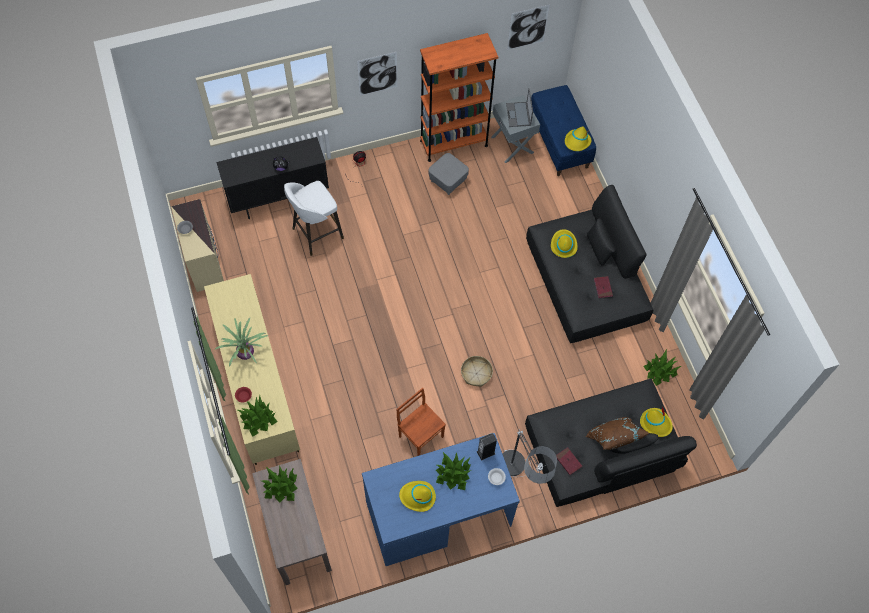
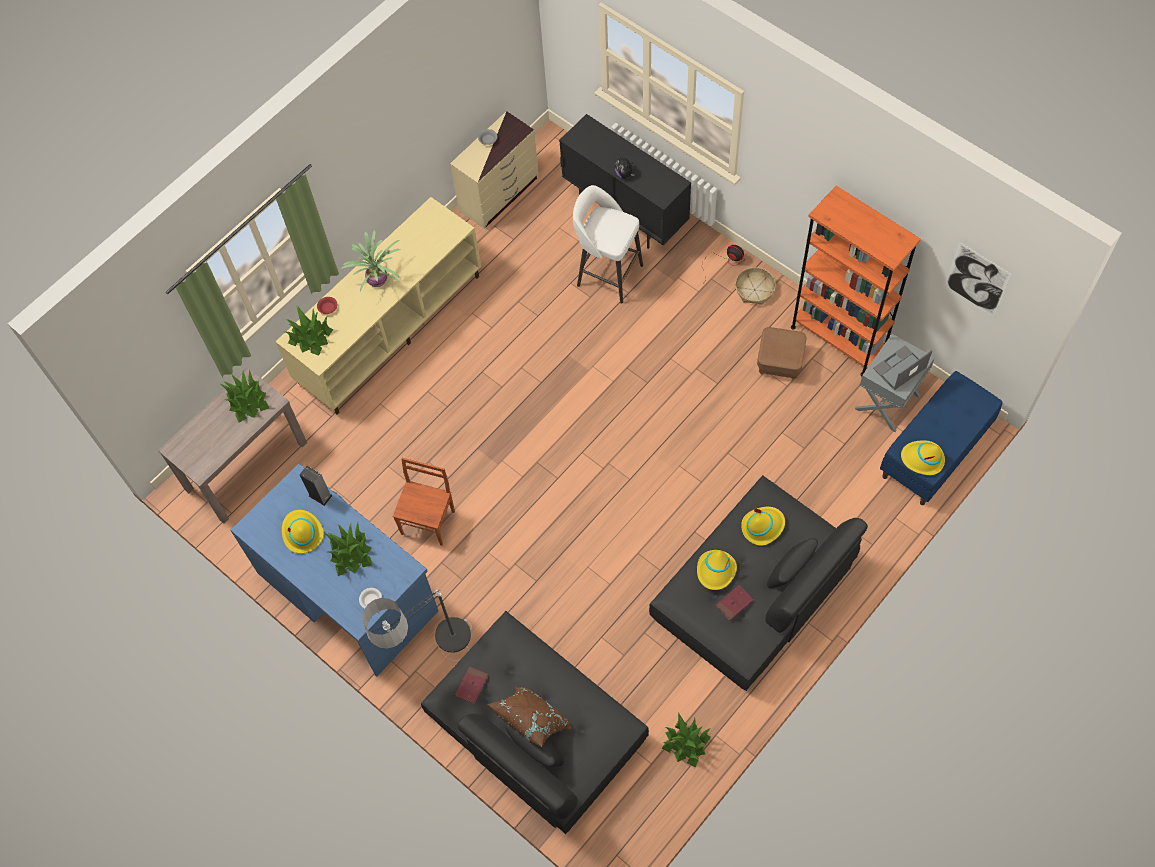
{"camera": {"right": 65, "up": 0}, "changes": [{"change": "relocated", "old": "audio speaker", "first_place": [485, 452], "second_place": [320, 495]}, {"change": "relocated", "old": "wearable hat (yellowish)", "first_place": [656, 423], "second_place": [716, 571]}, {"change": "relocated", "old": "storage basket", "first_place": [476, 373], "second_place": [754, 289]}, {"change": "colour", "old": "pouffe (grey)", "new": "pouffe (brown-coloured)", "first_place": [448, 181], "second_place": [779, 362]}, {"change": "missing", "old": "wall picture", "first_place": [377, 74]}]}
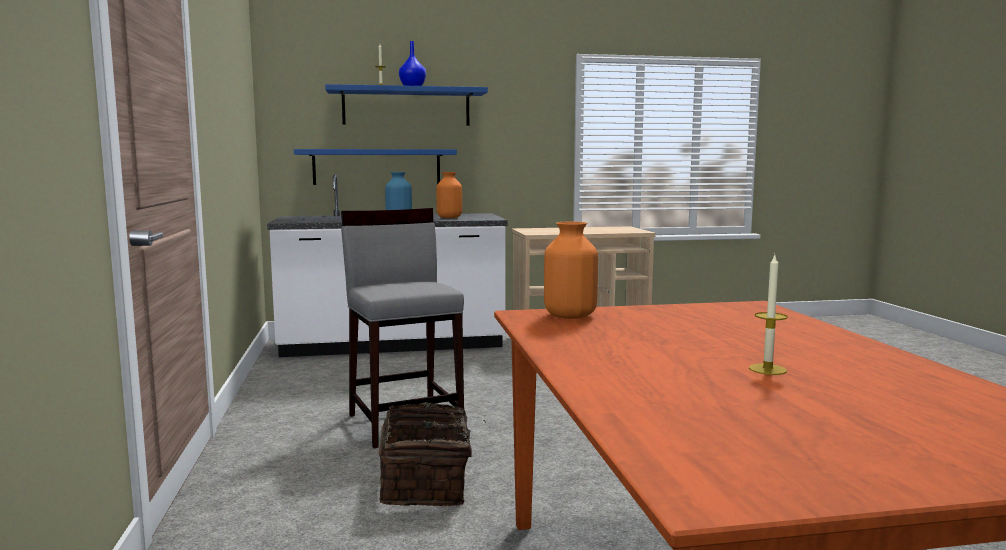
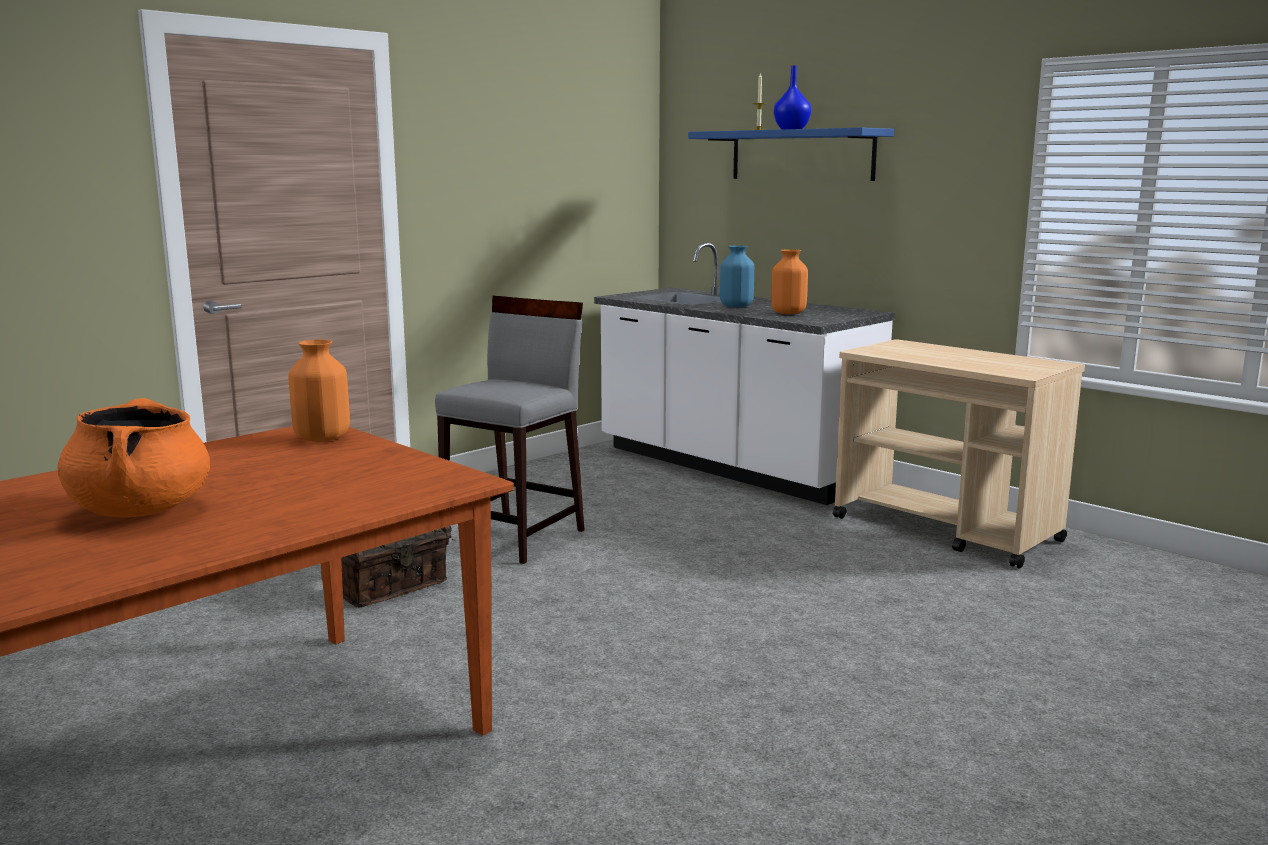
{"camera": {"right": 55, "up": 5}, "changes": [{"change": "exchanged", "old": "wax light", "new": "saucepot (orangey)", "first_place": [767, 369], "second_place": [141, 510]}, {"change": "missing", "old": "shelf (blue-coloured)", "first_place": [377, 167]}]}
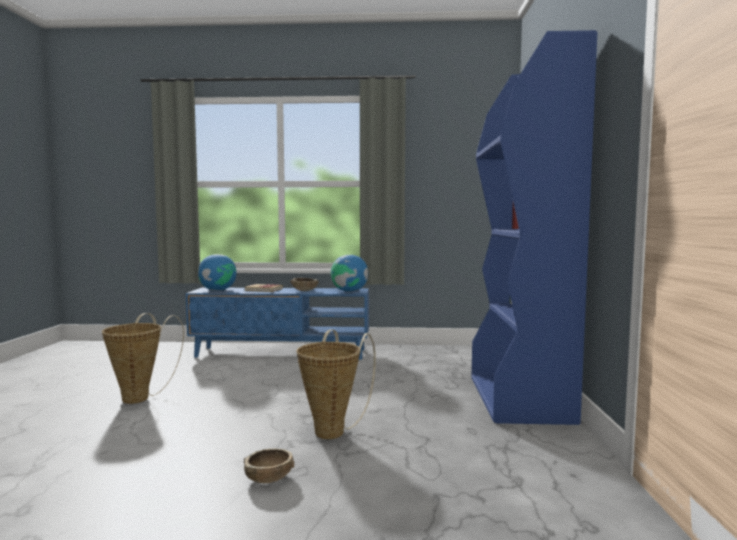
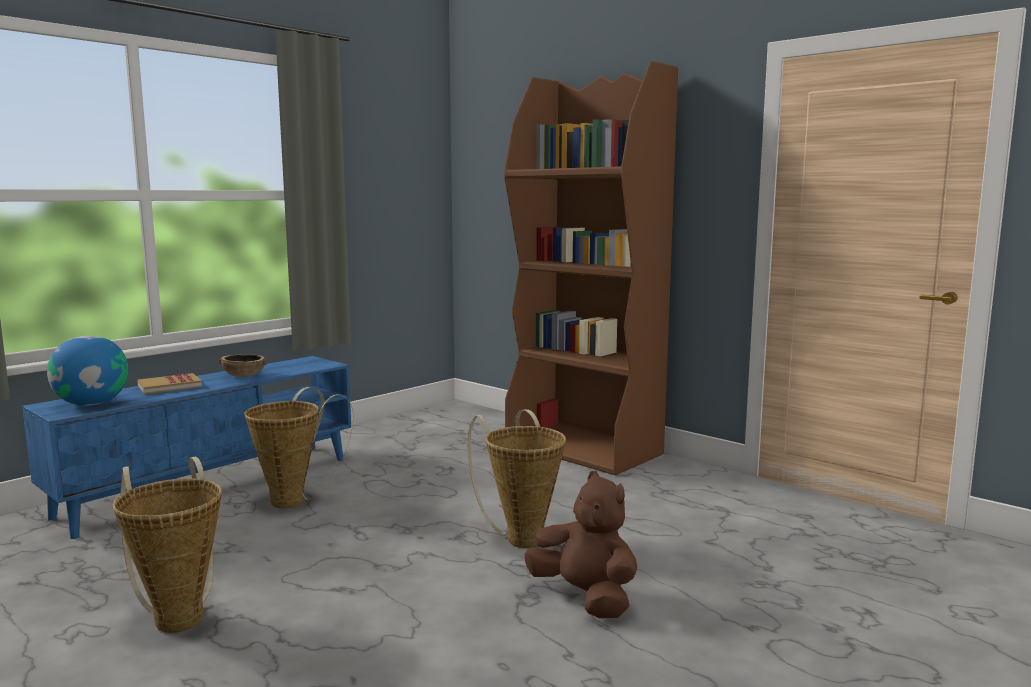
{"camera": {"right": -50, "up": 5}, "changes": [{"change": "appeared", "new": "storage basket", "second_place": [295, 500]}, {"change": "colour", "old": "bookcase (blue-coloured)", "new": "bookcase (brown-coloured)", "first_place": [520, 399], "second_place": [584, 449]}, {"change": "exchanged", "old": "serving bowl (brown-coloured)", "new": "cuddly toy (brown-coloured)", "first_place": [269, 478], "second_place": [585, 597]}, {"change": "missing", "old": "globe", "first_place": [349, 291]}]}
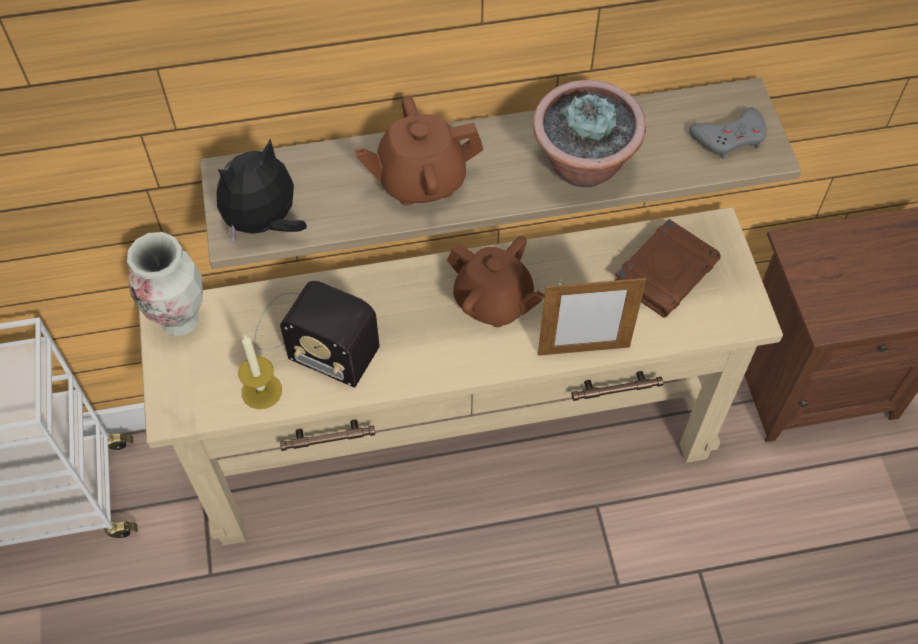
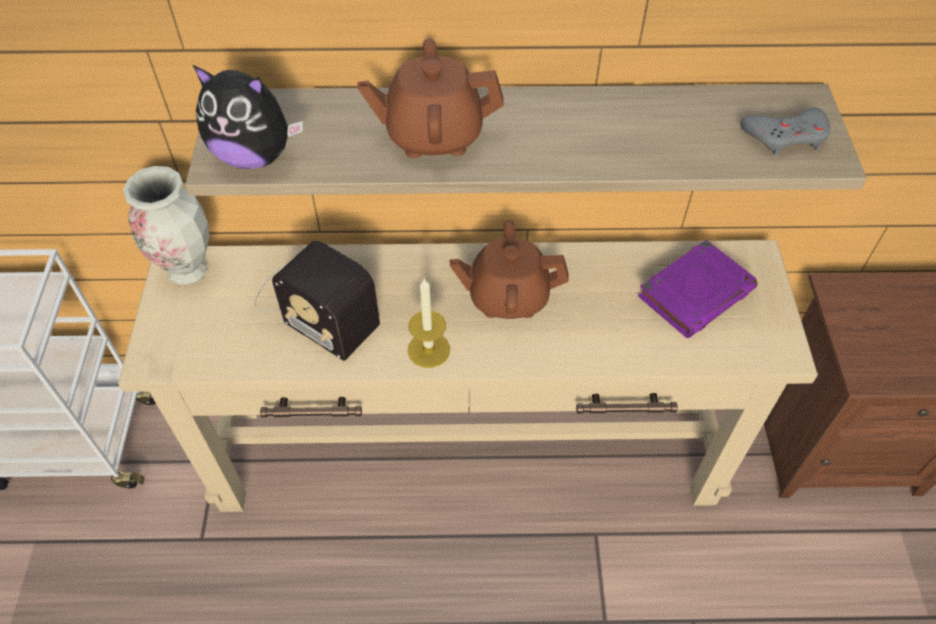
{"camera": {"right": 10, "up": -5}, "changes": [{"change": "spun", "old": "cuddly toy", "first_place": [264, 223], "second_place": [254, 156], "degrees": -135}, {"change": "relocated", "old": "wax light", "first_place": [261, 391], "second_place": [428, 350]}, {"change": "spun", "old": "tea pot (brown-coloured)", "first_place": [493, 302], "second_place": [507, 297], "degrees": 135}, {"change": "colour", "old": "book (brown-coloured)", "new": "book (purple)", "first_place": [666, 271], "second_place": [696, 293]}, {"change": "missing", "old": "plant in a pot", "first_place": [583, 166]}, {"change": "missing", "old": "photo frame", "first_place": [583, 350]}]}
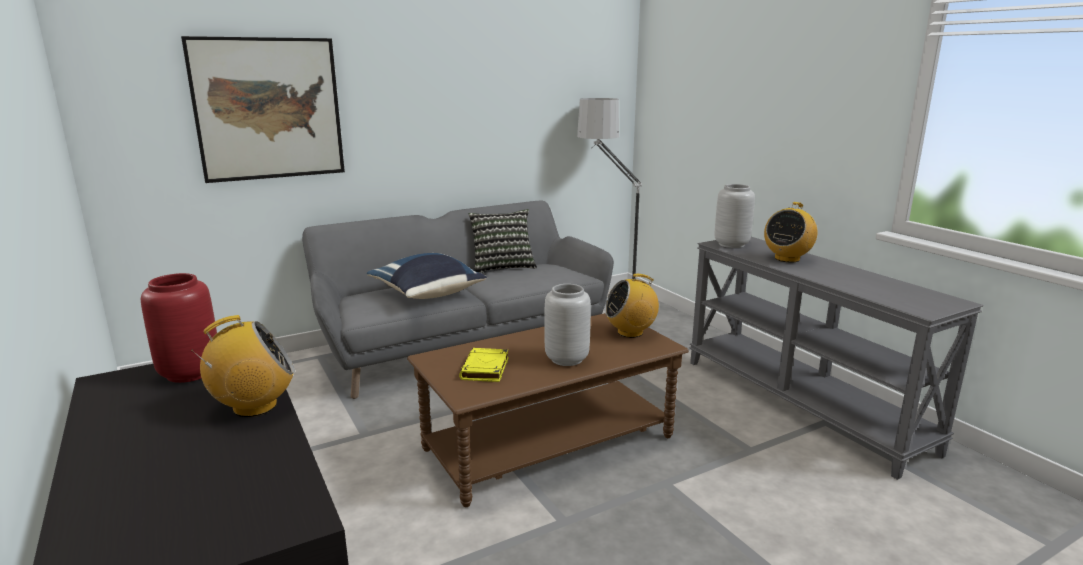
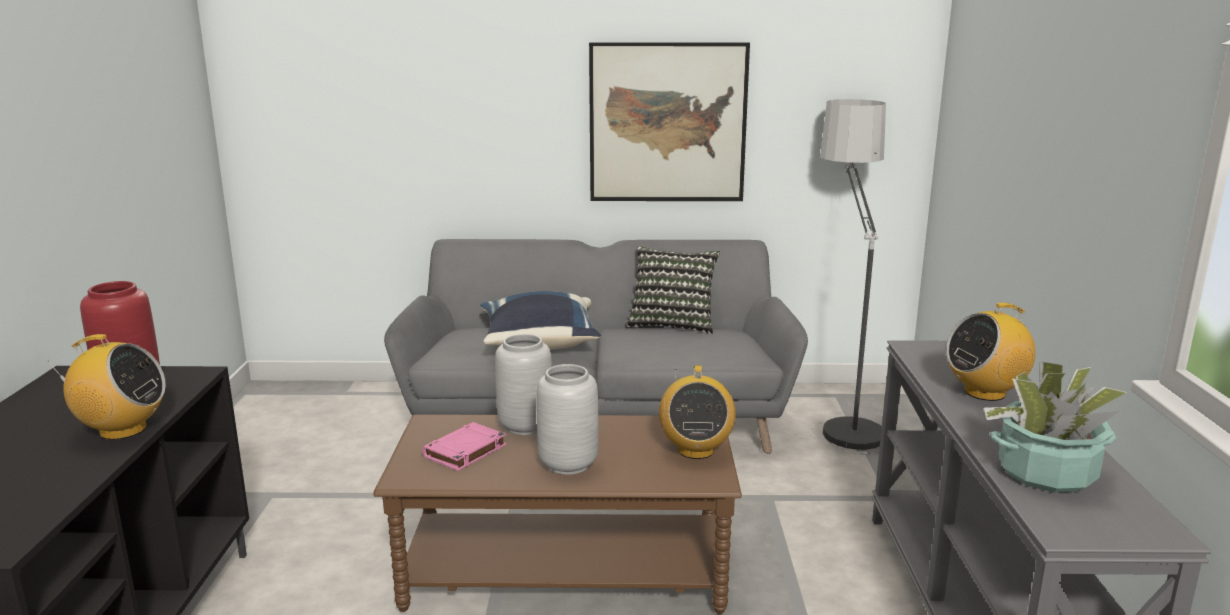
{"camera": {"right": 30, "up": 0}, "changes": [{"change": "colour", "old": "book (yellowish)", "new": "book (pinkish)", "first_place": [485, 369], "second_place": [465, 451]}, {"change": "relocated", "old": "flower vase (grey)", "first_place": [730, 244], "second_place": [525, 426]}, {"change": "relocated", "old": "wall picture", "first_place": [268, 109], "second_place": [667, 123]}, {"change": "spun", "old": "radio", "first_place": [630, 332], "second_place": [695, 450], "degrees": -105}, {"change": "appeared", "new": "plant in a pot", "second_place": [1046, 473]}]}
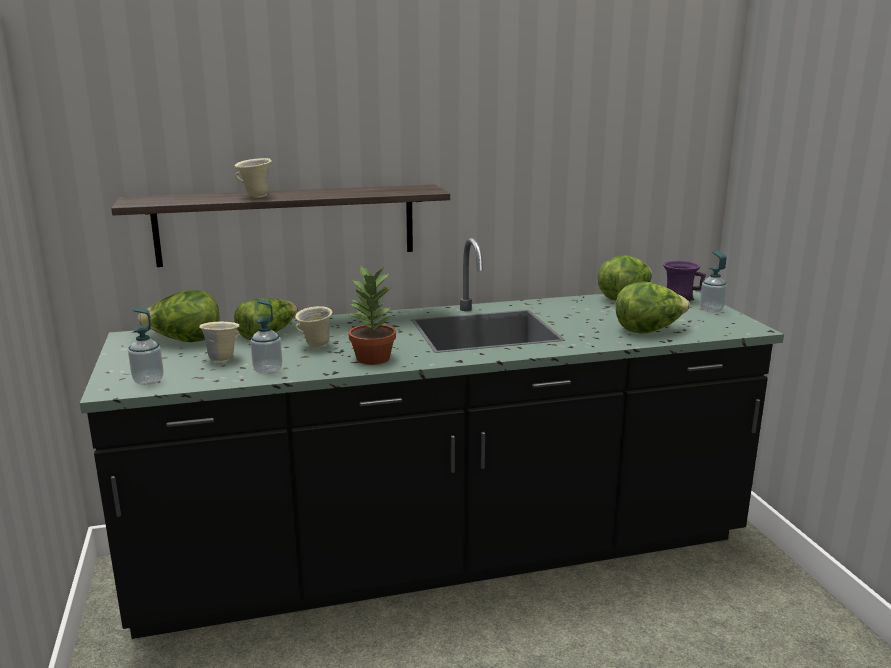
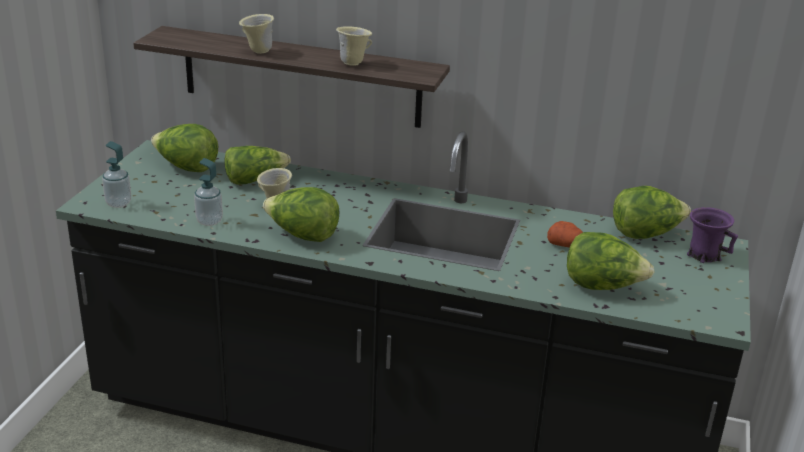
{"camera": {"right": 30, "up": 10}, "changes": [{"change": "exchanged", "old": "plant in a pot", "new": "head of lettuce", "first_place": [373, 359], "second_place": [302, 236]}, {"change": "relocated", "old": "tea mug (sand-coloured)", "first_place": [222, 359], "second_place": [353, 63]}, {"change": "appeared", "new": "whole potato", "second_place": [565, 244]}, {"change": "missing", "old": "soap dispenser", "first_place": [711, 310]}]}
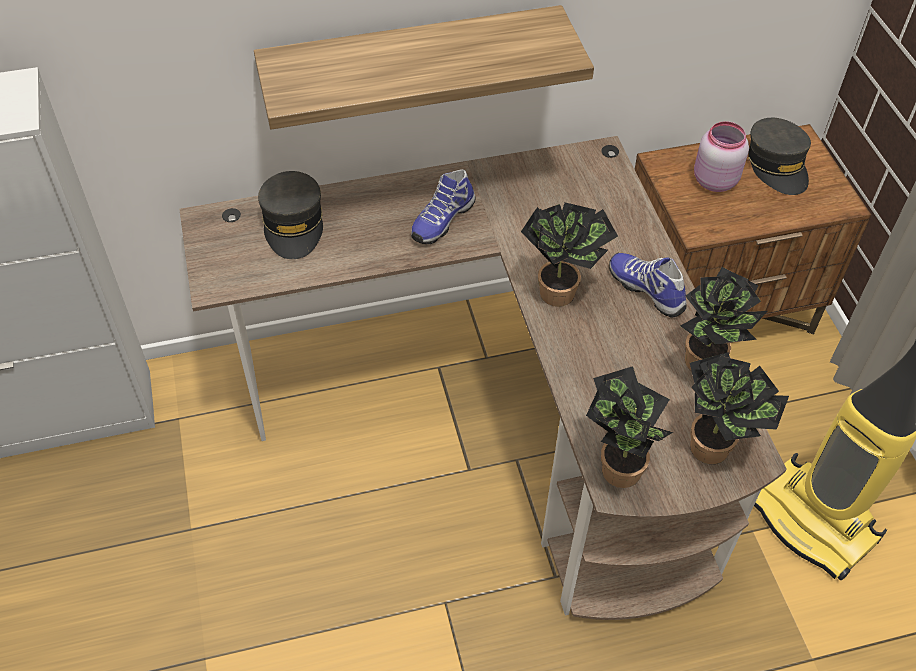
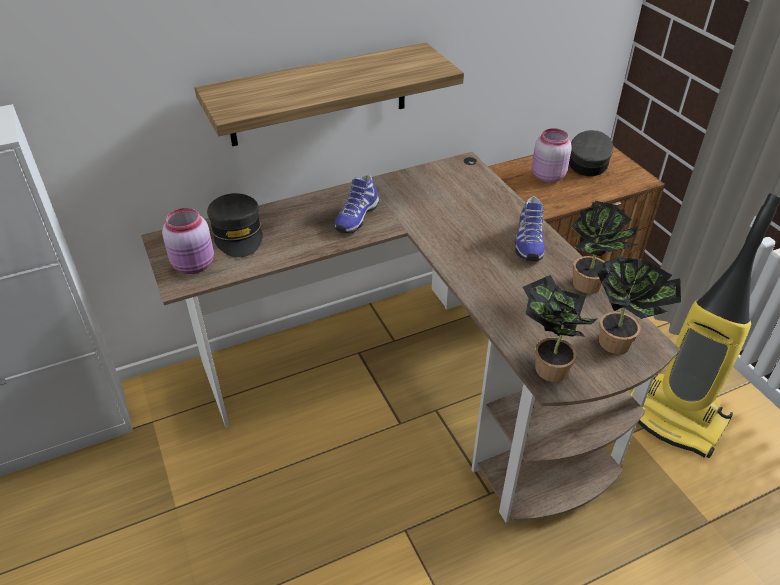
{"camera": {"right": -10, "up": -10}, "changes": [{"change": "appeared", "new": "preserve jar (pinkish)", "second_place": [195, 265]}, {"change": "spun", "old": "shoe", "first_place": [647, 289], "second_place": [528, 242], "degrees": -120}, {"change": "spun", "old": "baseball cap (grey)", "first_place": [777, 165], "second_place": [588, 162], "degrees": -135}, {"change": "missing", "old": "plant in a pot", "first_place": [561, 290]}]}
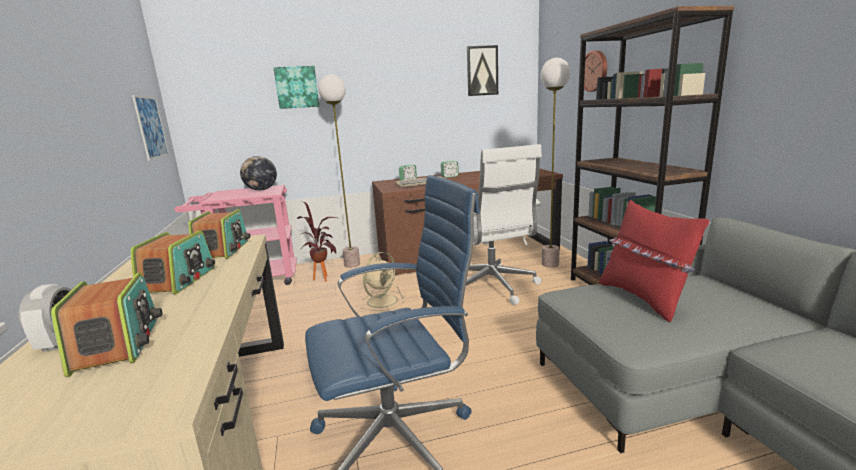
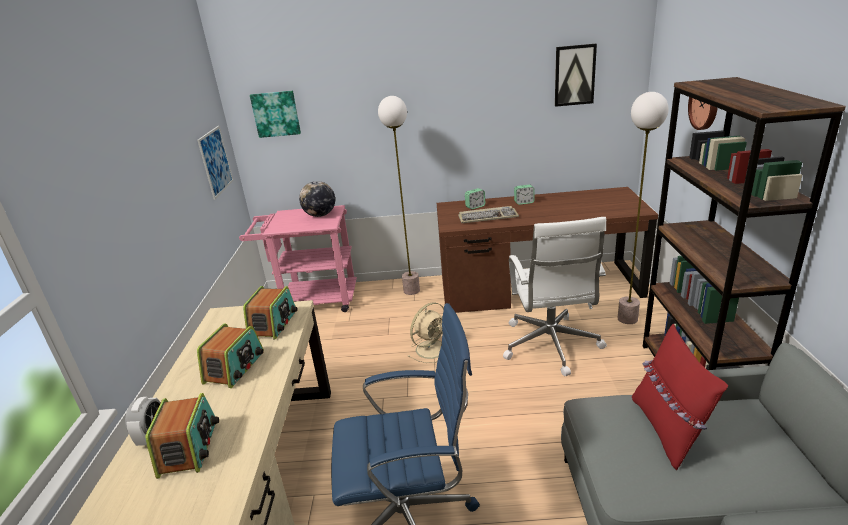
{"camera": {"right": 15, "up": 10}, "changes": [{"change": "relocated", "old": "wall picture", "first_place": [297, 87], "second_place": [276, 114]}, {"change": "missing", "old": "plant in a pot", "first_place": [324, 277]}]}
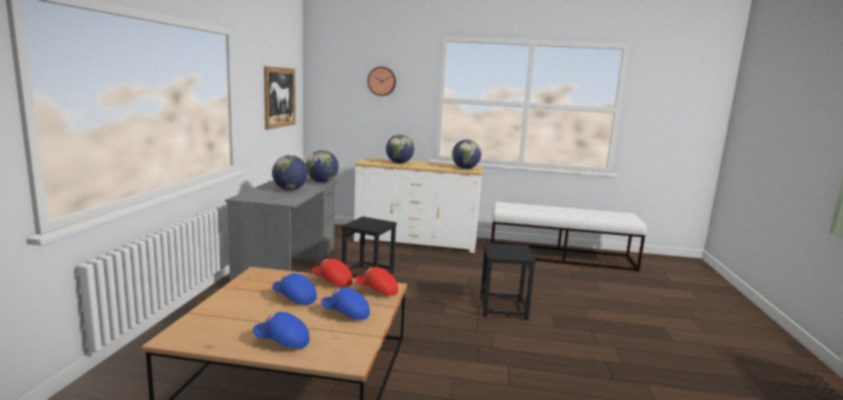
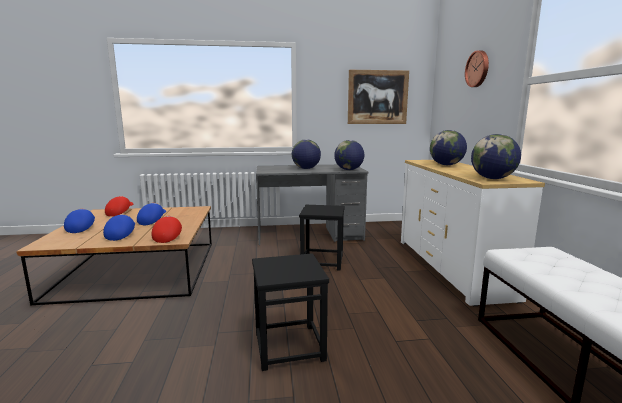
{"camera": {"right": 75, "up": 0}, "changes": [{"change": "relocated", "old": "baseball cap (red-coloured)", "first_place": [332, 282], "second_place": [119, 213]}]}
